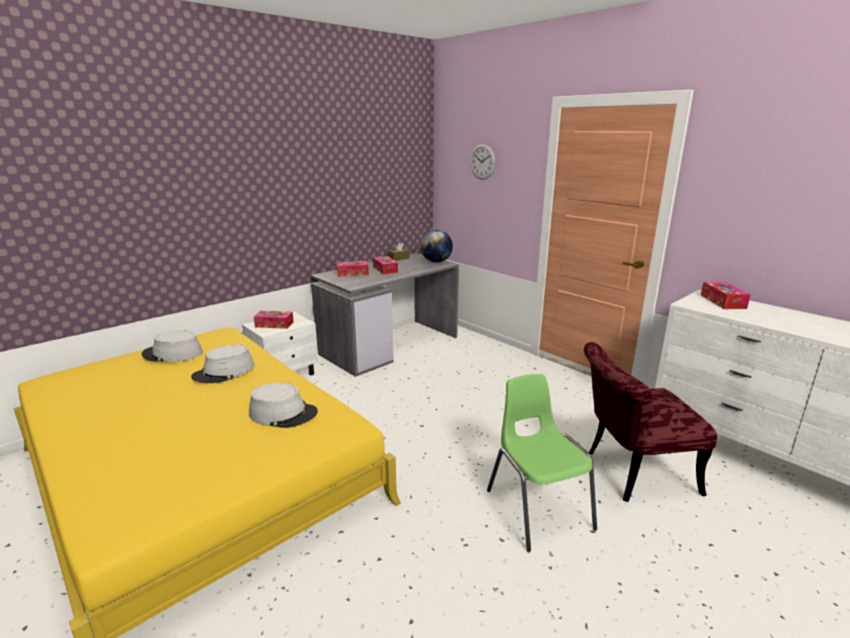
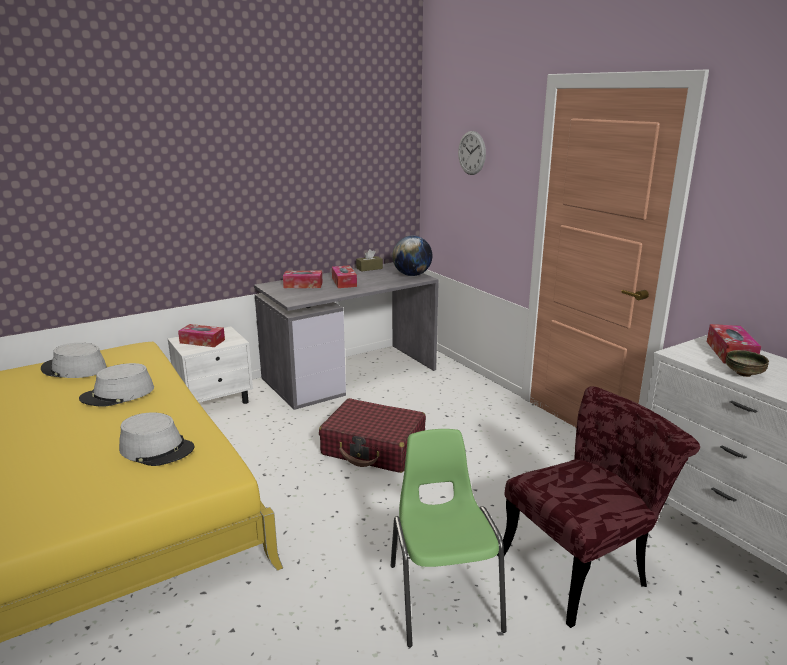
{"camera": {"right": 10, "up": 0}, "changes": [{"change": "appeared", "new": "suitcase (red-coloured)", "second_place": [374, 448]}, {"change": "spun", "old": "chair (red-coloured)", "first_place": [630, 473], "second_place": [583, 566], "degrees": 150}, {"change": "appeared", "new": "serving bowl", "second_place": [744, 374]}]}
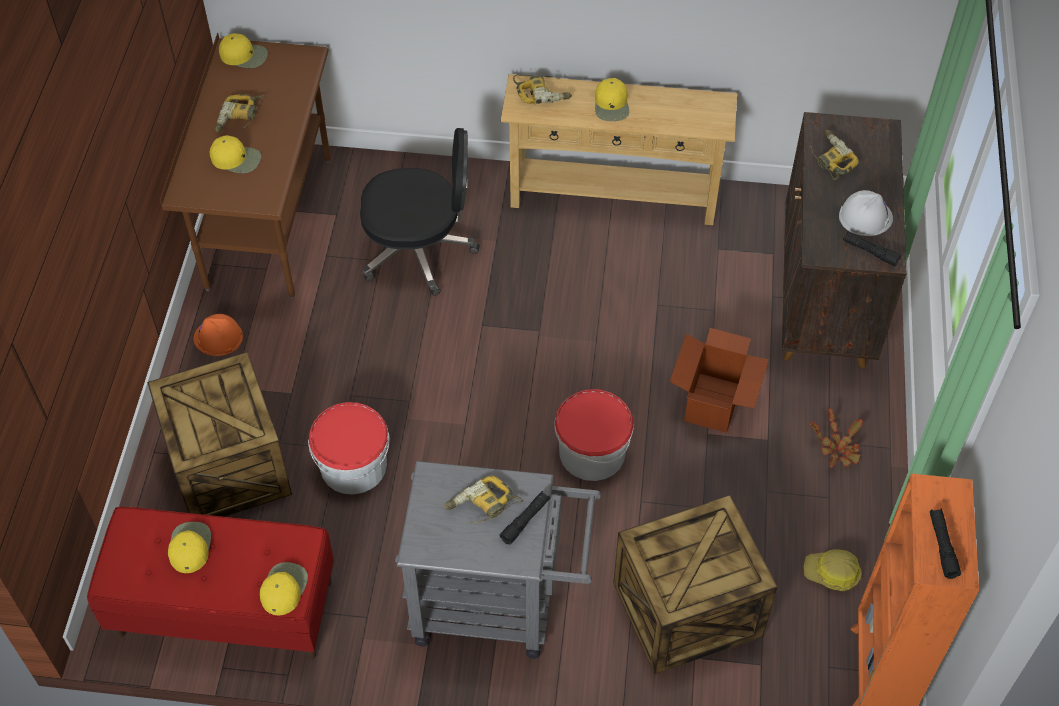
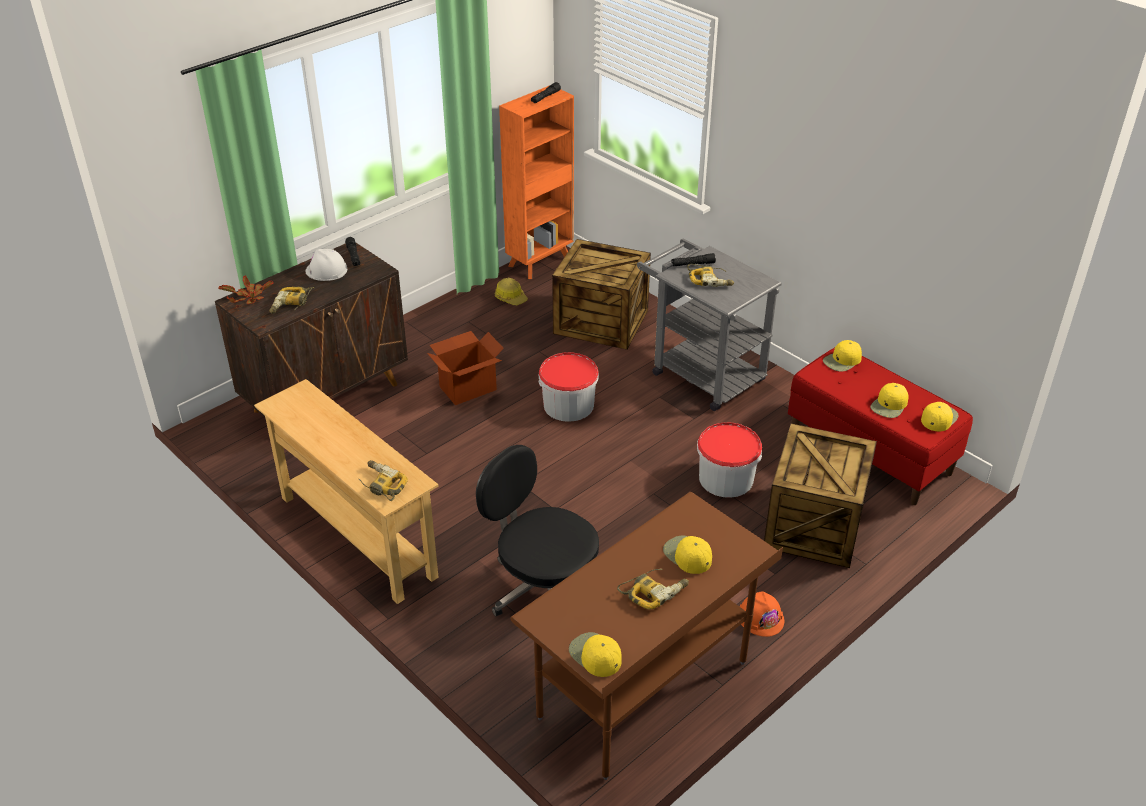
{"camera": {"right": -140, "up": -15}, "changes": [{"change": "relocated", "old": "plant in a pot", "first_place": [838, 448], "second_place": [249, 298]}, {"change": "relocated", "old": "baseball cap (yellowish)", "first_place": [612, 105], "second_place": [938, 418]}]}
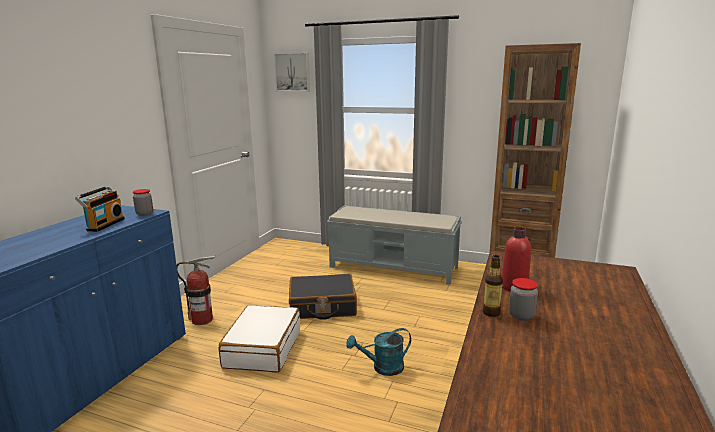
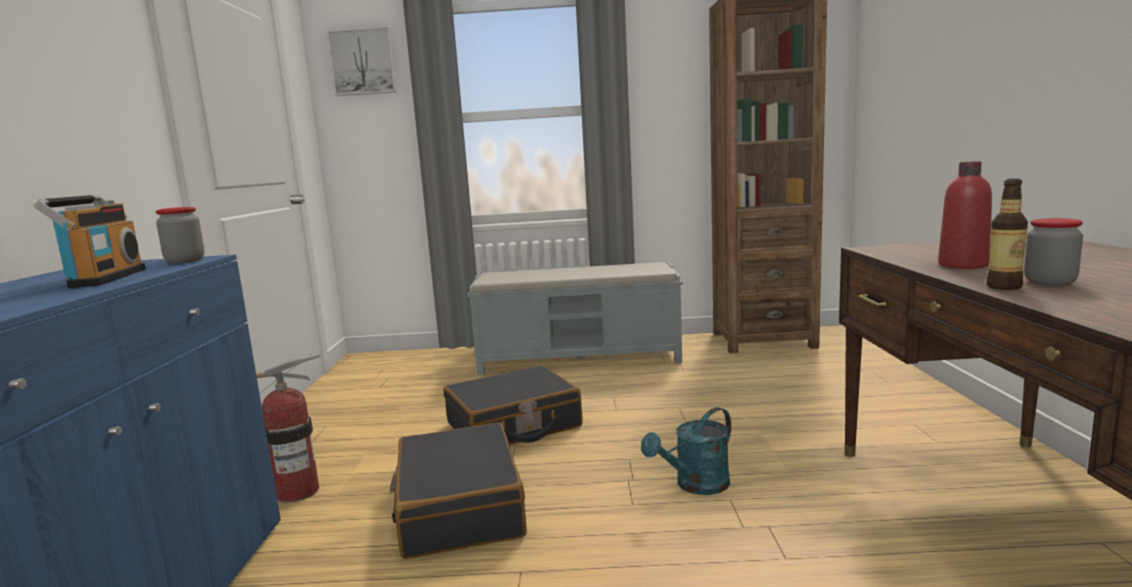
{"camera": {"right": -20, "up": -5}, "changes": [{"change": "colour", "old": "suitcase (white)", "new": "suitcase (blackish)", "first_place": [262, 348], "second_place": [459, 508]}]}
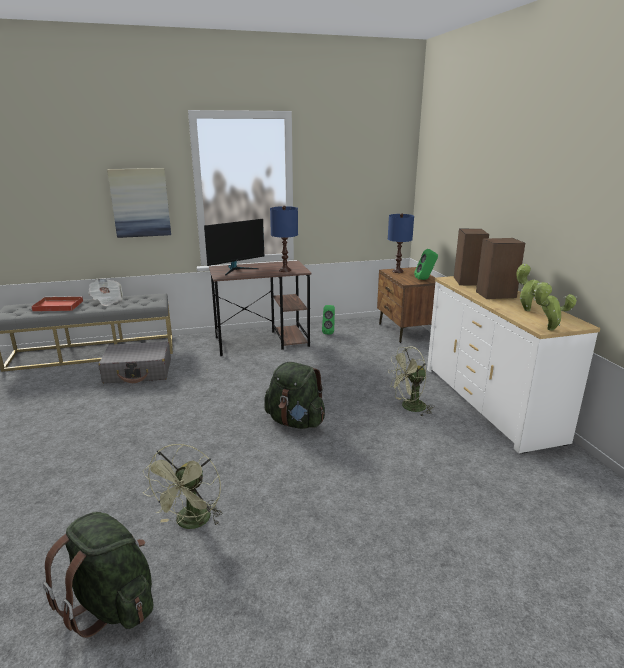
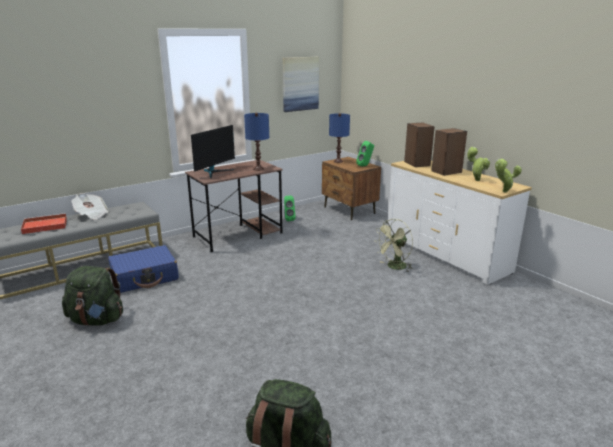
{"camera": {"right": -20, "up": 0}, "changes": [{"change": "relocated", "old": "knapsack (green-coloured)", "first_place": [295, 422], "second_place": [97, 320]}, {"change": "colour", "old": "suitcase (grey)", "new": "suitcase (blue-coloured)", "first_place": [138, 372], "second_place": [145, 277]}, {"change": "relocated", "old": "wall picture", "first_place": [140, 203], "second_place": [300, 84]}, {"change": "missing", "old": "fan (green-coloured)", "first_place": [191, 523]}]}
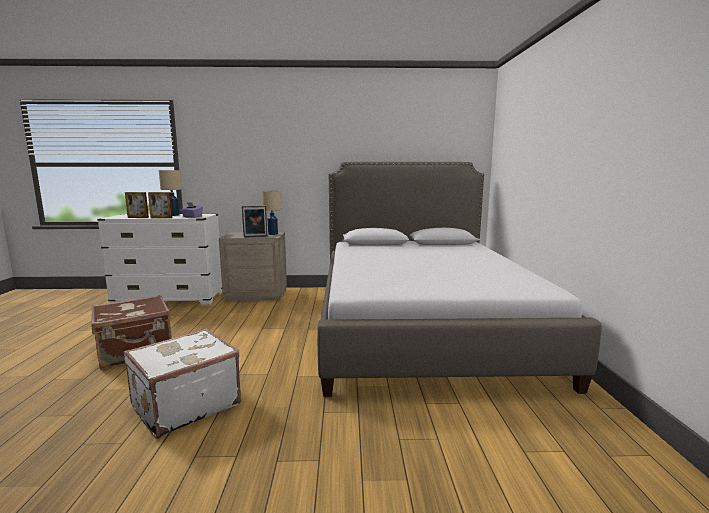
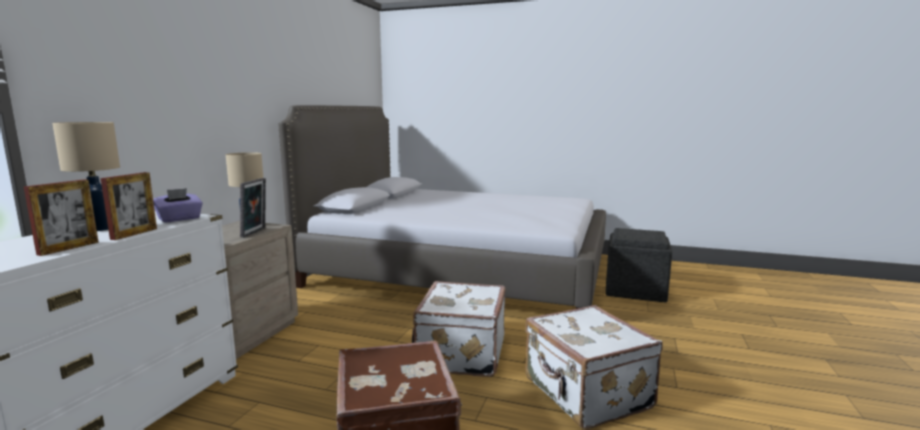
{"camera": {"right": -70, "up": 0}, "changes": [{"change": "appeared", "new": "suitcase (white)", "second_place": [460, 353]}, {"change": "appeared", "new": "pouffe (grey)", "second_place": [634, 290]}]}
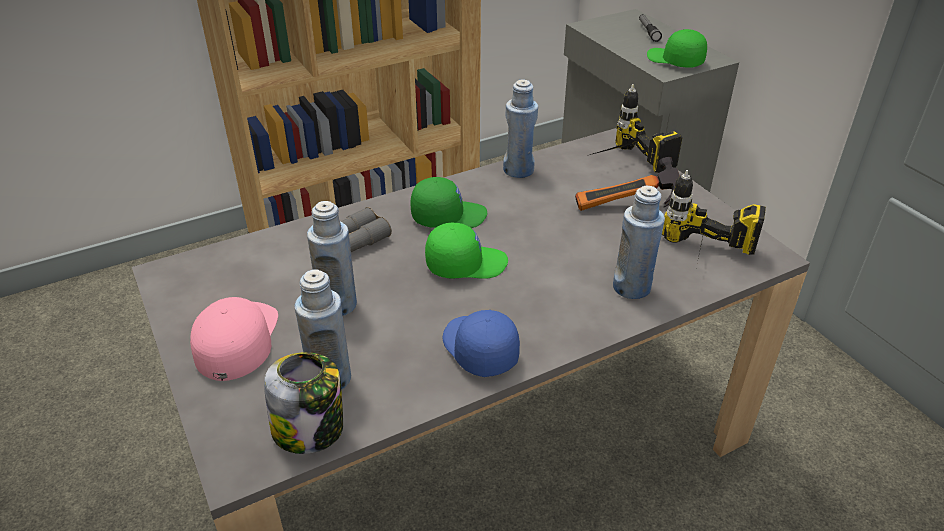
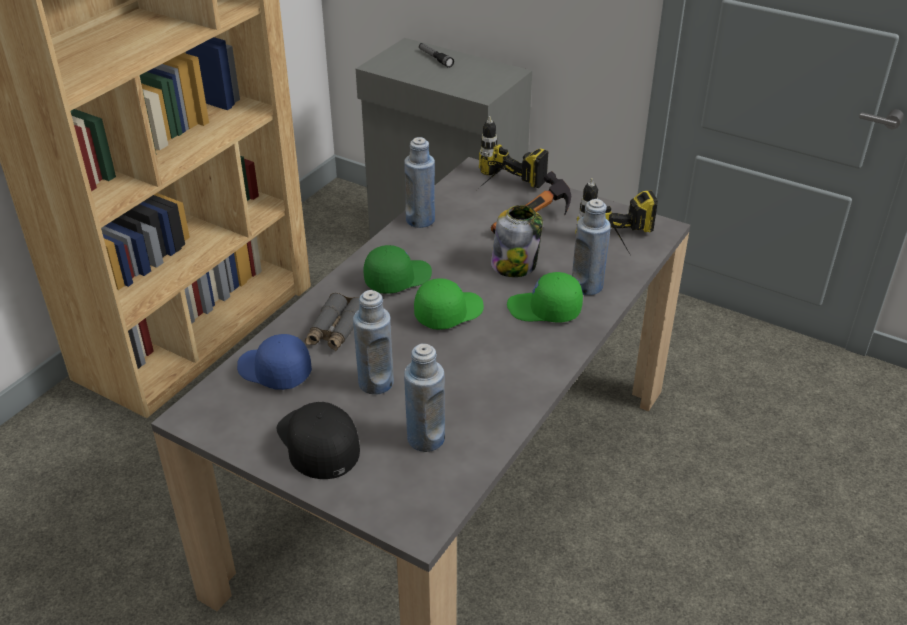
{"camera": {"right": -30, "up": 0}, "changes": [{"change": "relocated", "old": "baseball cap (blue-coloured)", "first_place": [478, 350], "second_place": [274, 372]}, {"change": "colour", "old": "baseball cap (pinkish)", "new": "baseball cap (blackish)", "first_place": [236, 339], "second_place": [318, 442]}, {"change": "relocated", "old": "preserve jar", "first_place": [310, 429], "second_place": [514, 265]}, {"change": "relocated", "old": "baseball cap (green-coloured)", "first_place": [674, 60], "second_place": [544, 310]}]}
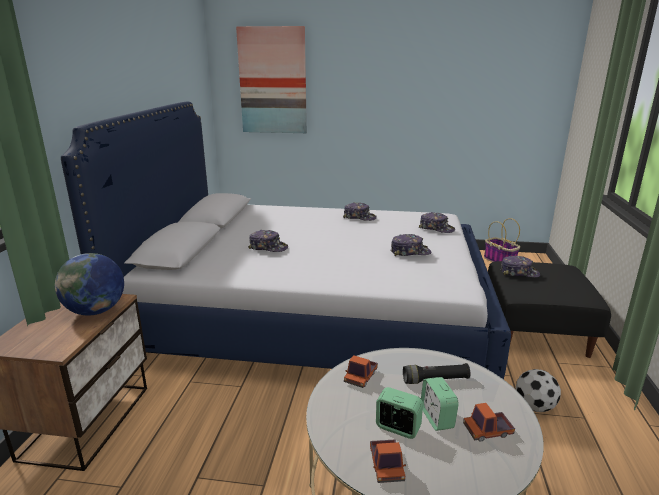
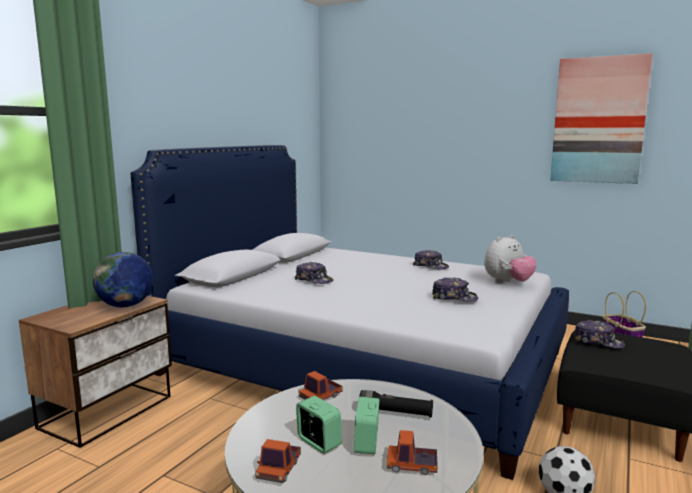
{"camera": {"right": 20, "up": -10}, "changes": [{"change": "exchanged", "old": "baseball cap", "new": "cuddly toy", "first_place": [436, 228], "second_place": [508, 282]}, {"change": "relocated", "old": "wall picture", "first_place": [273, 81], "second_place": [598, 120]}]}
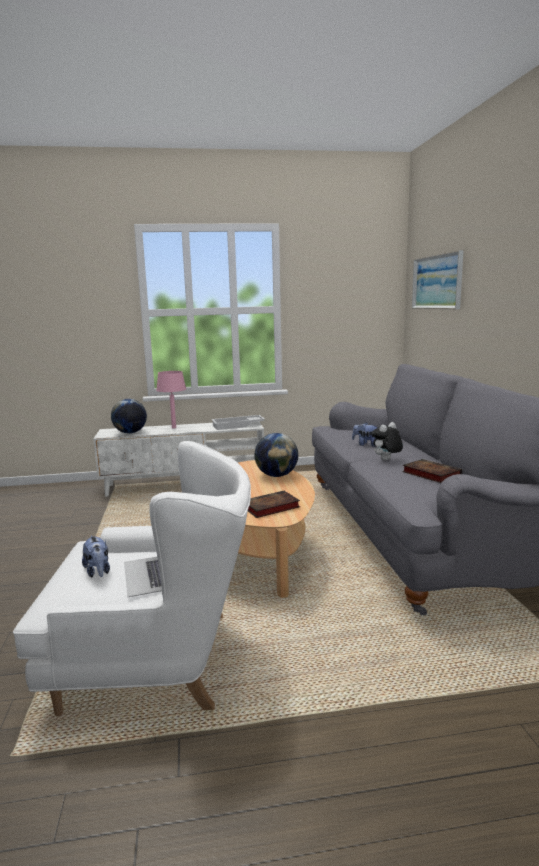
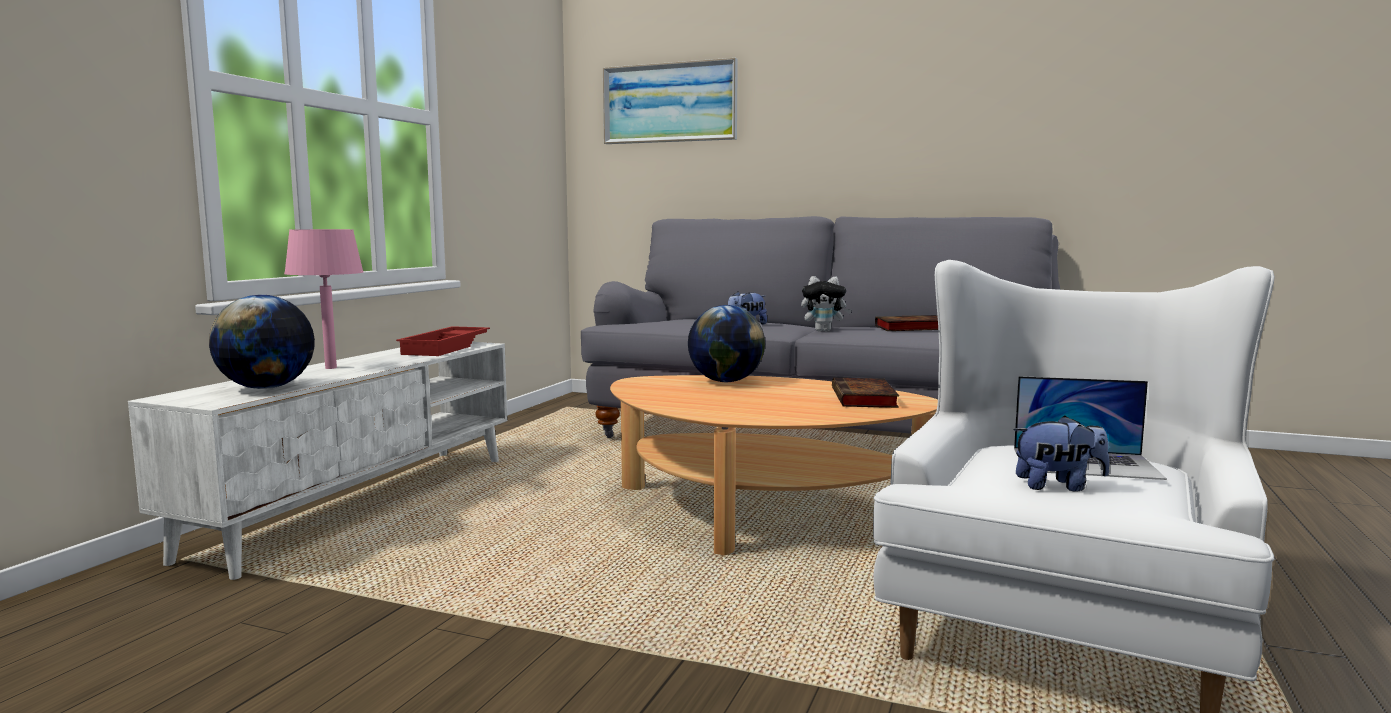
{"camera": {"right": -60, "up": -5}, "changes": [{"change": "colour", "old": "serving tray (white)", "new": "serving tray (red-coloured)", "first_place": [238, 426], "second_place": [447, 348]}, {"change": "spun", "old": "cuddly toy", "first_place": [386, 460], "second_place": [824, 331], "degrees": -75}]}
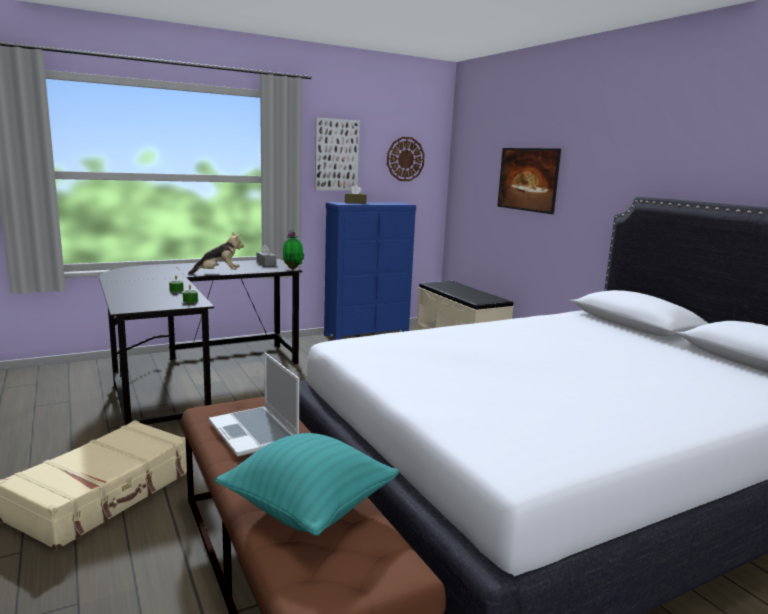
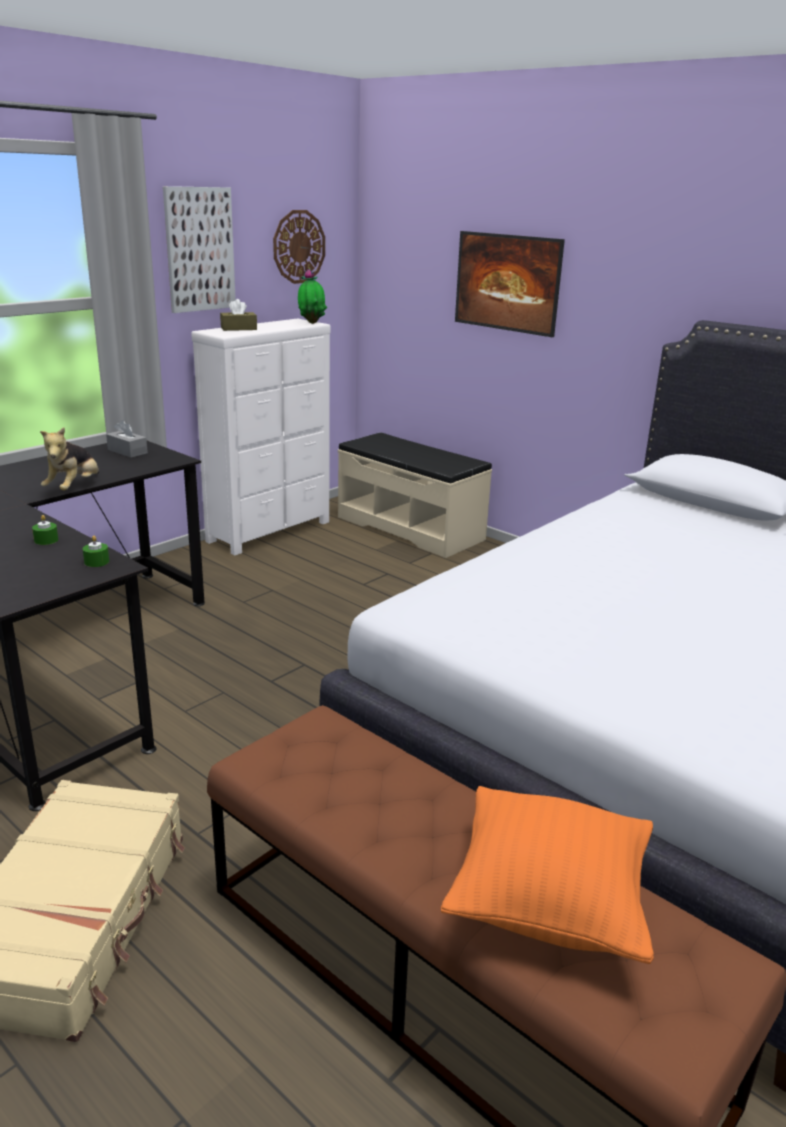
{"camera": {"right": -20, "up": 10}, "changes": [{"change": "spun", "old": "cuddly toy", "first_place": [218, 274], "second_place": [74, 488], "degrees": 135}, {"change": "colour", "old": "chest of drawers (blue-coloured)", "new": "chest of drawers (white)", "first_place": [367, 335], "second_place": [271, 532]}, {"change": "relocated", "old": "plant in a pot", "first_place": [293, 268], "second_place": [312, 323]}, {"change": "colour", "old": "cushion (turquoise)", "new": "cushion (orangey)", "first_place": [309, 509], "second_place": [548, 904]}, {"change": "missing", "old": "notebook computer", "first_place": [255, 433]}]}
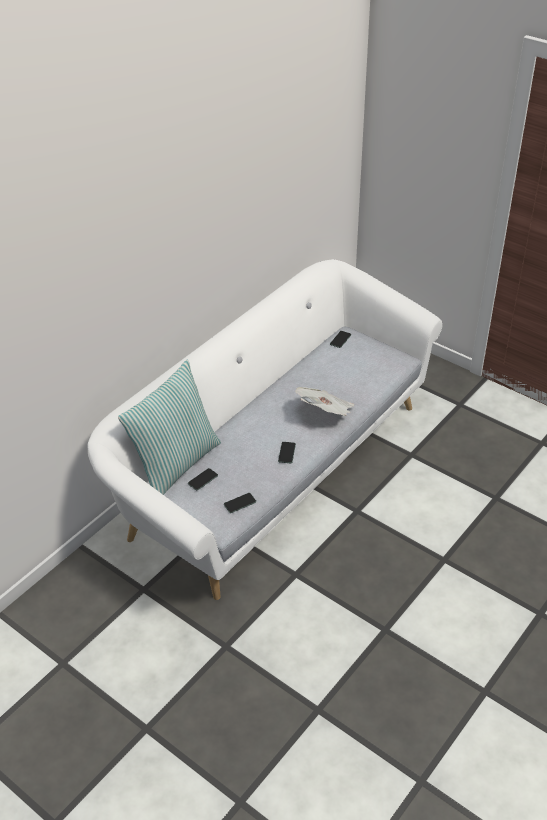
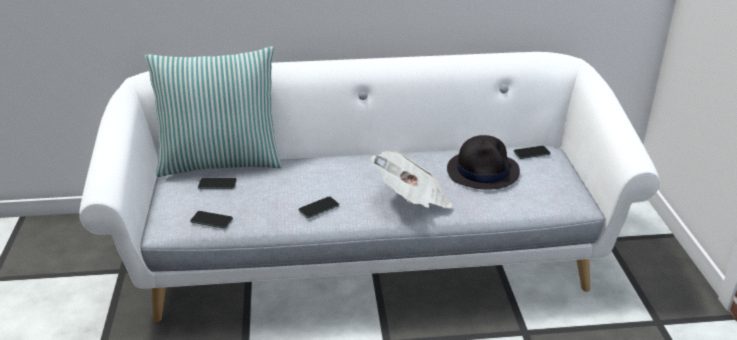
{"camera": {"right": 45, "up": -10}, "changes": [{"change": "appeared", "new": "wearable hat (blackish)", "second_place": [483, 171]}]}
